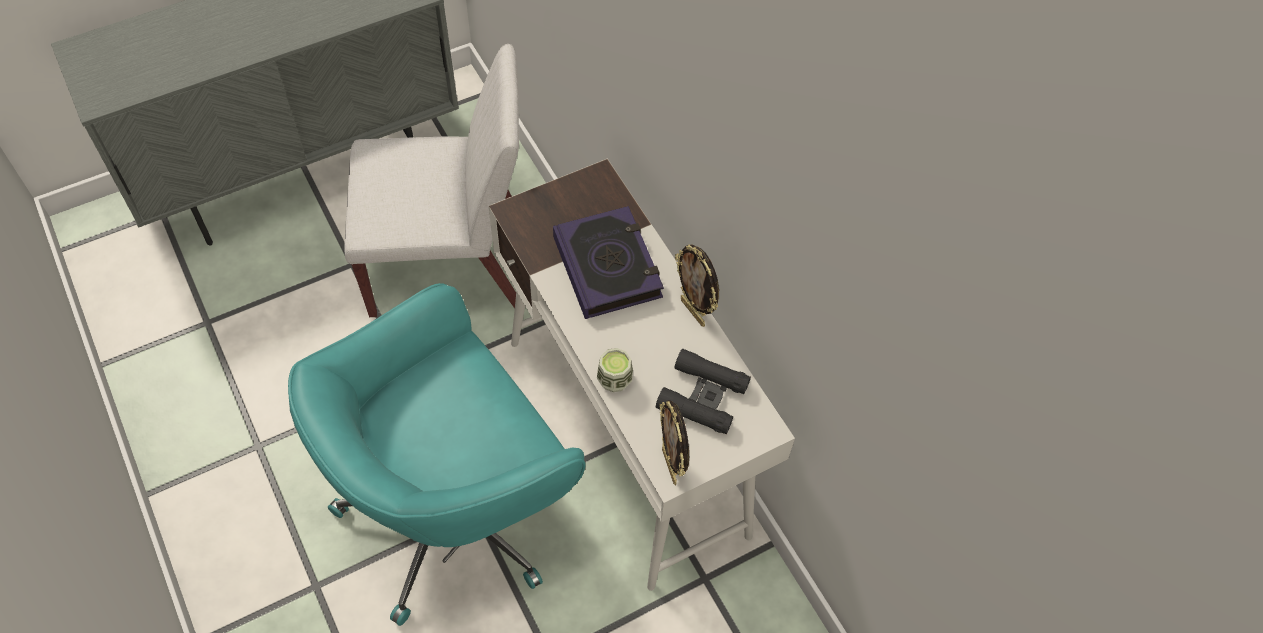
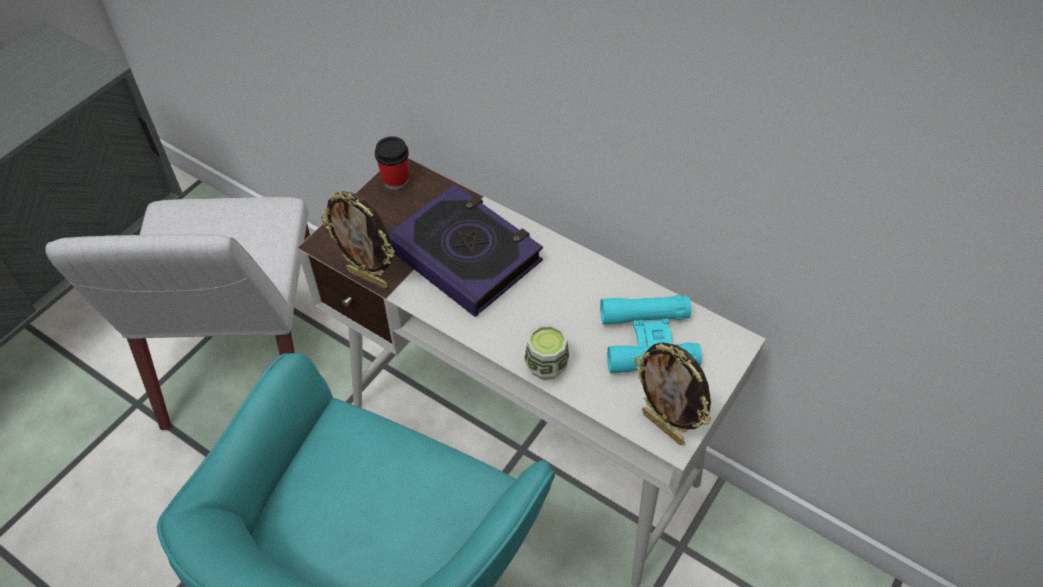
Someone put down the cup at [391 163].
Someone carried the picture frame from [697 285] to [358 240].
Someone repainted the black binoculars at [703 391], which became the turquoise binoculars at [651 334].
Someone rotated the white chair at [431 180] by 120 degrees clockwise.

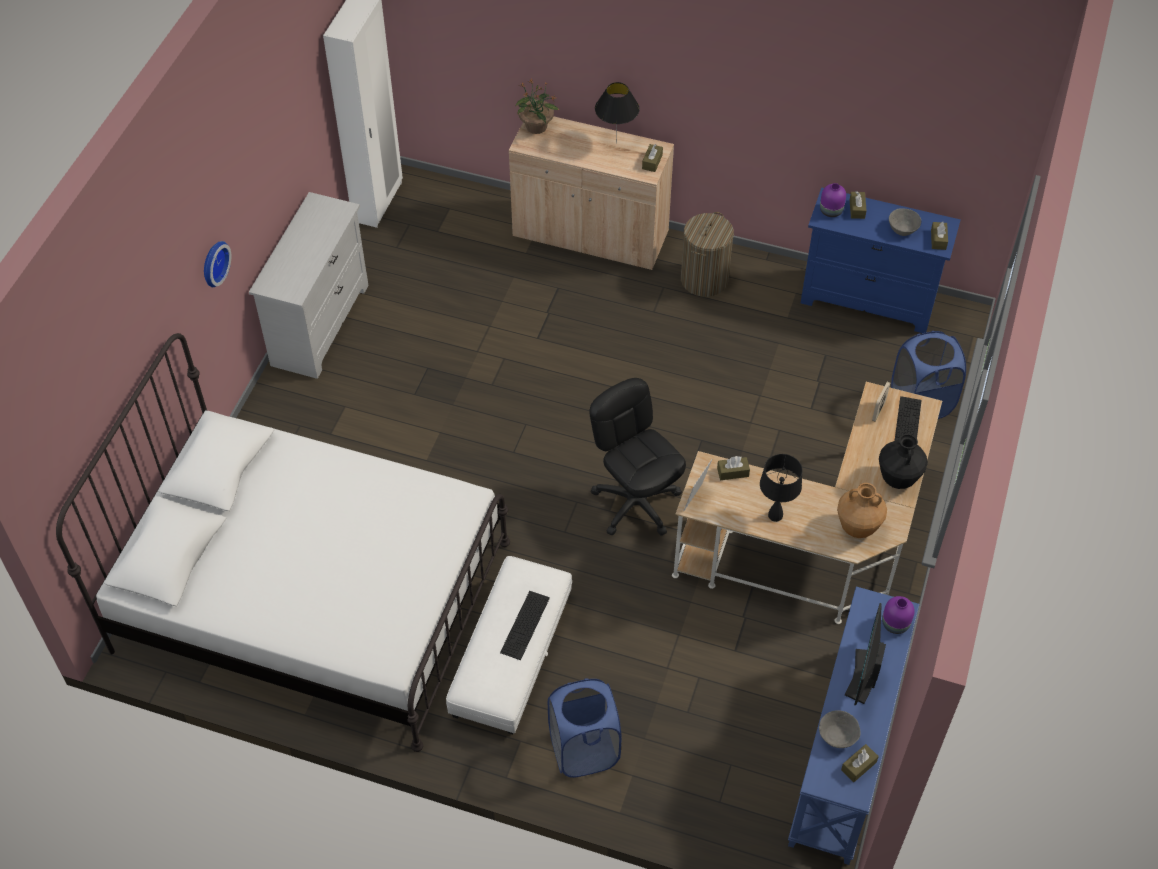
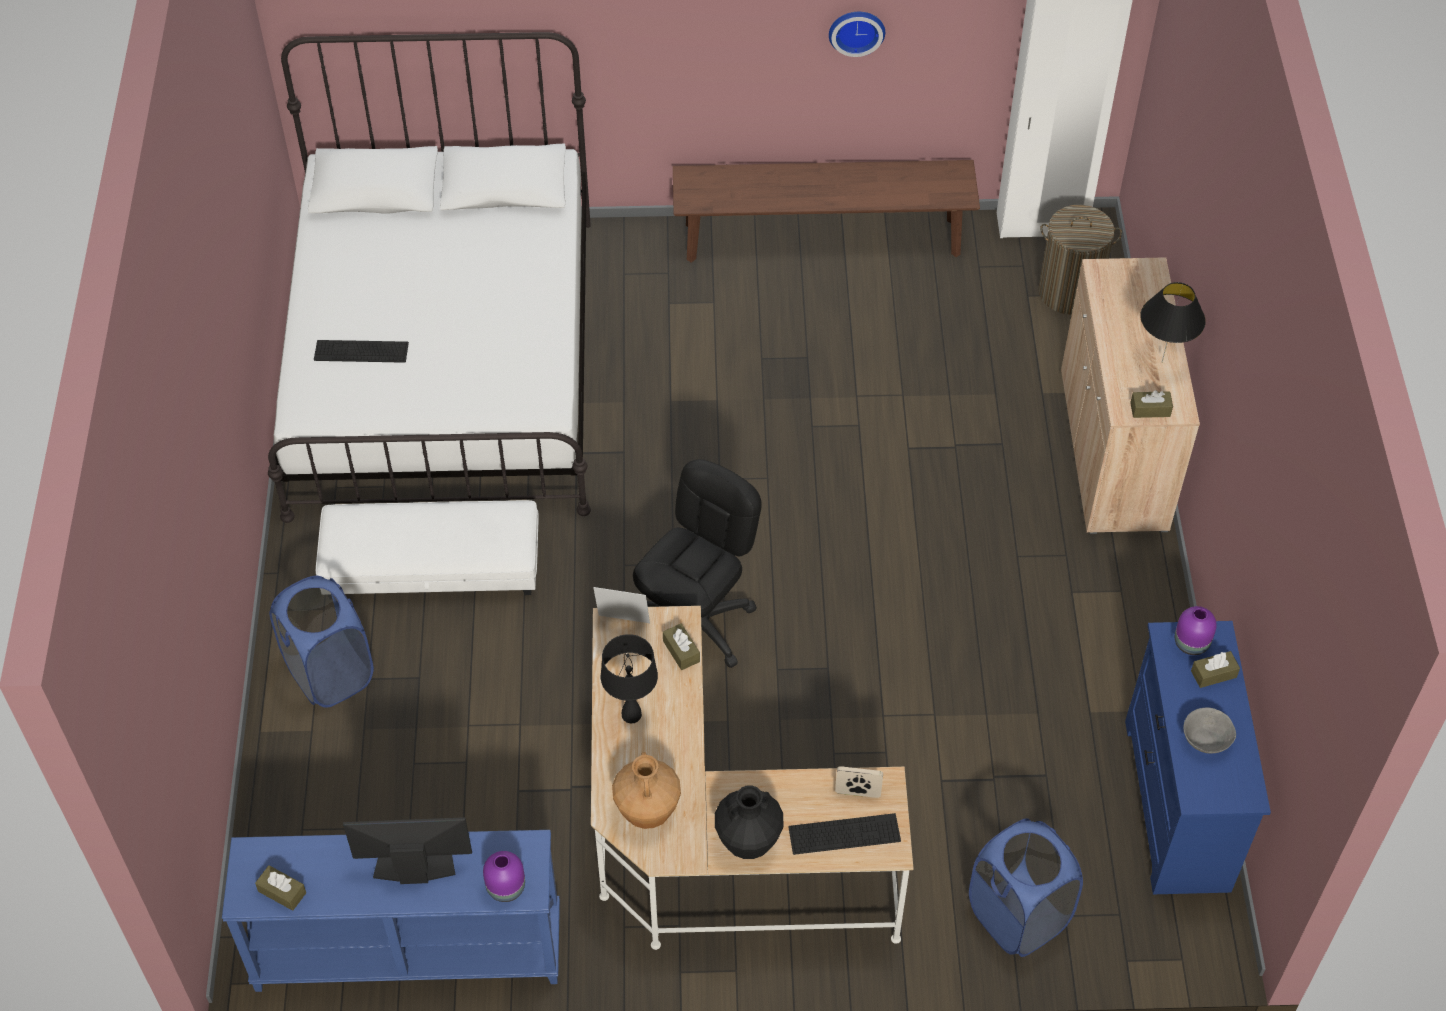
Someone took away the potted plant at [537 106].
Someone took away the grey bowl at [839 729].
Someone took away the brown tissue box at [939 236].
Someone carried the wall clock from [217 264] to [857 34].
Someone carried the keyboard from [525 625] to [361 351].
Someone carried the laundry basket from [707 254] to [1080 260].
Someone swapped the white dresser at [309 285] for the brown bench at [826 211].

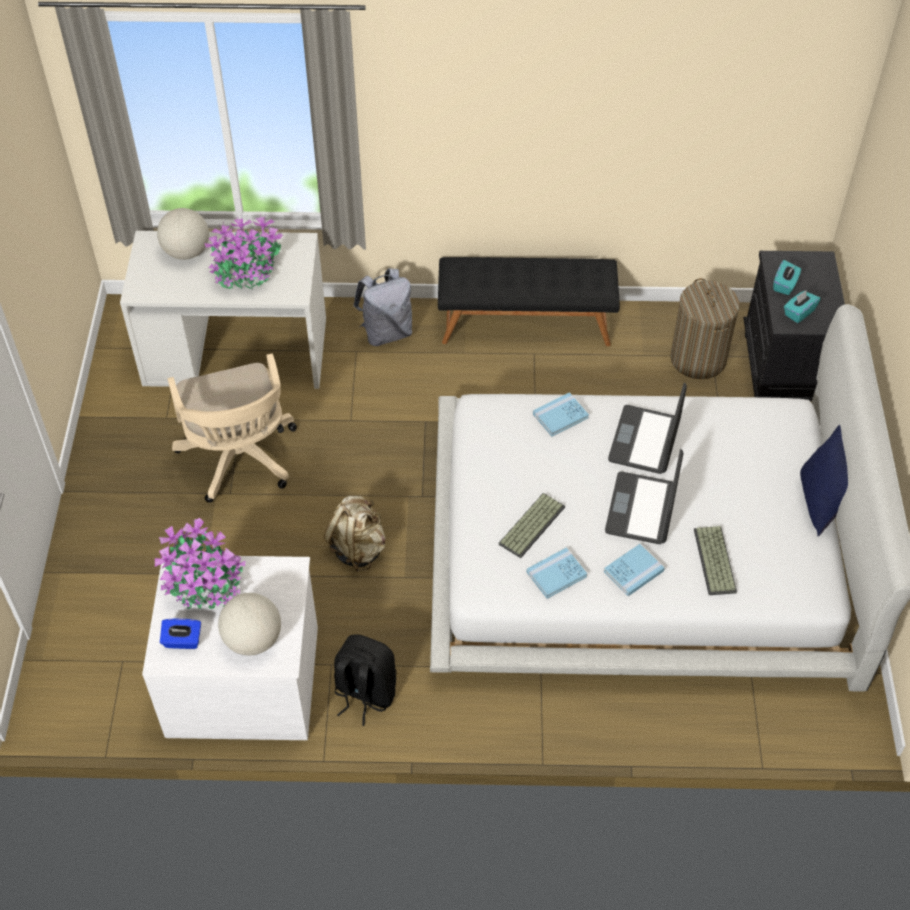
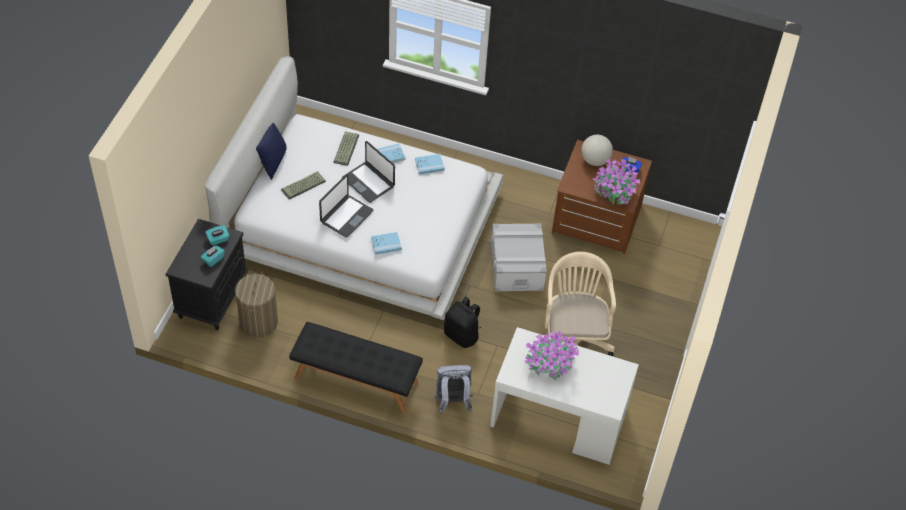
Someone took away the globe at [183 234].
Someone carried the black backpack from [365 680] to [462 322].
Someone carried the keyboard from [531 525] to [303 185].
Someone swapped the beige backpack at [355 534] for the grey storage box at [518 257].
Someone repainted the white dresser at [230 647], which became the brown dresser at [602 197].
Someone rotated the laptop at [644 496] by 105 degrees clockwise.

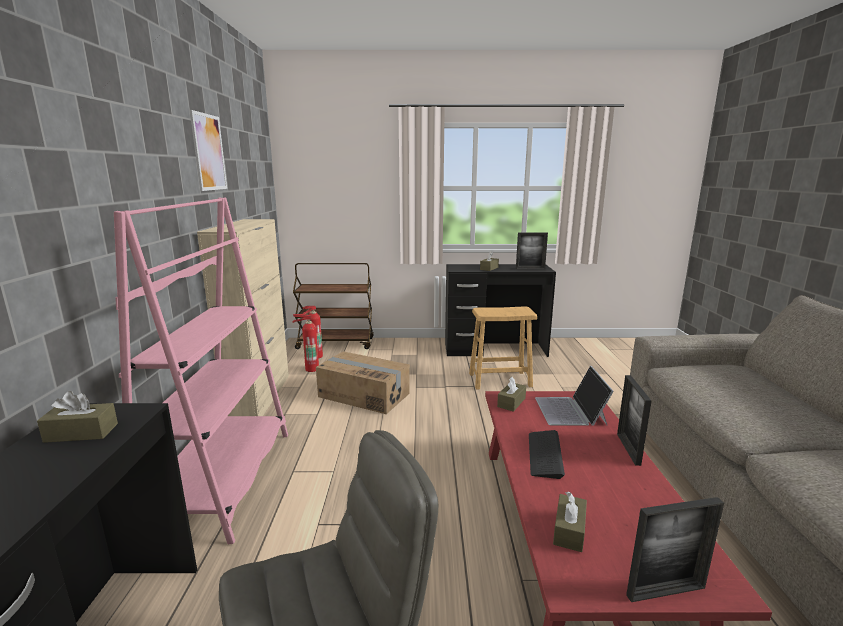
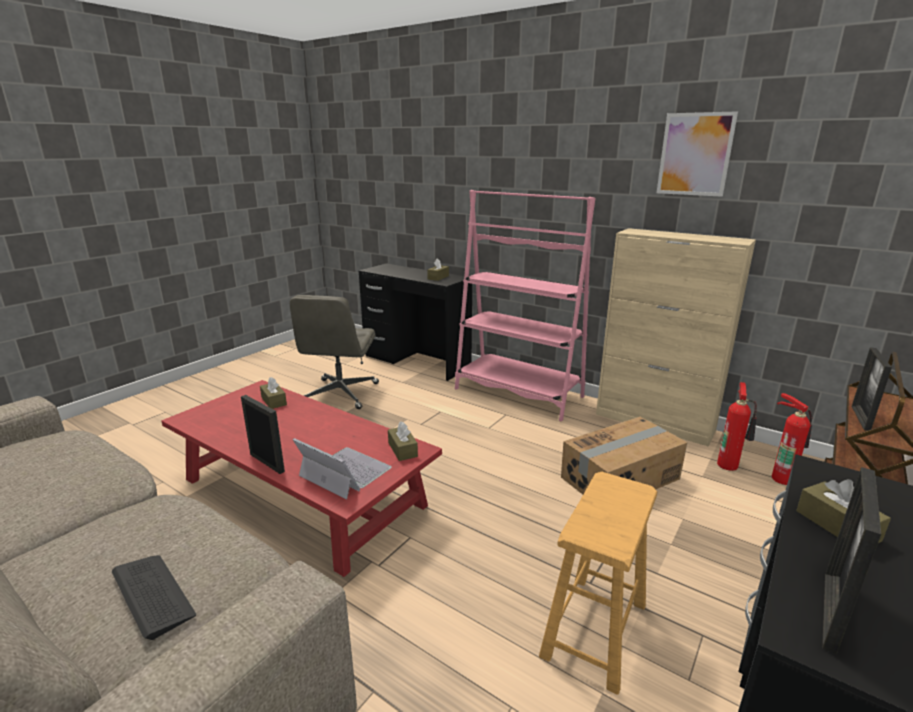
Someone carried the keyboard from [547 454] to [154 597].
Someone carried the picture frame from [675 549] to [872 389].

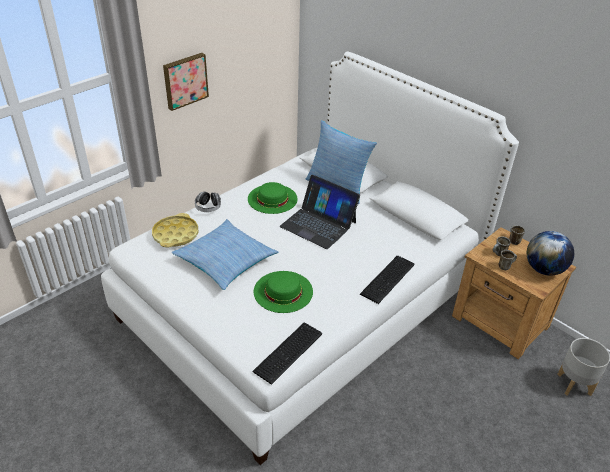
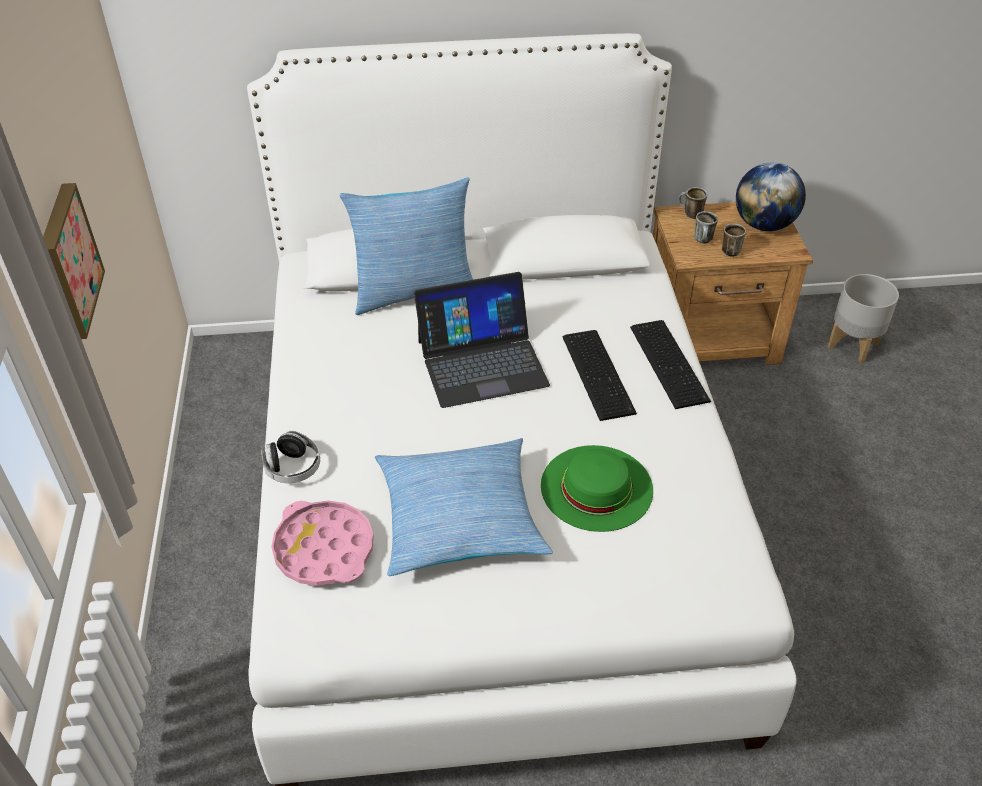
Someone took away the green hat at [273 198].
Someone carried the keyboard from [287 354] to [599 375].
Someone repainted the yellow tray at [175 230], which became the pink tray at [322 543].

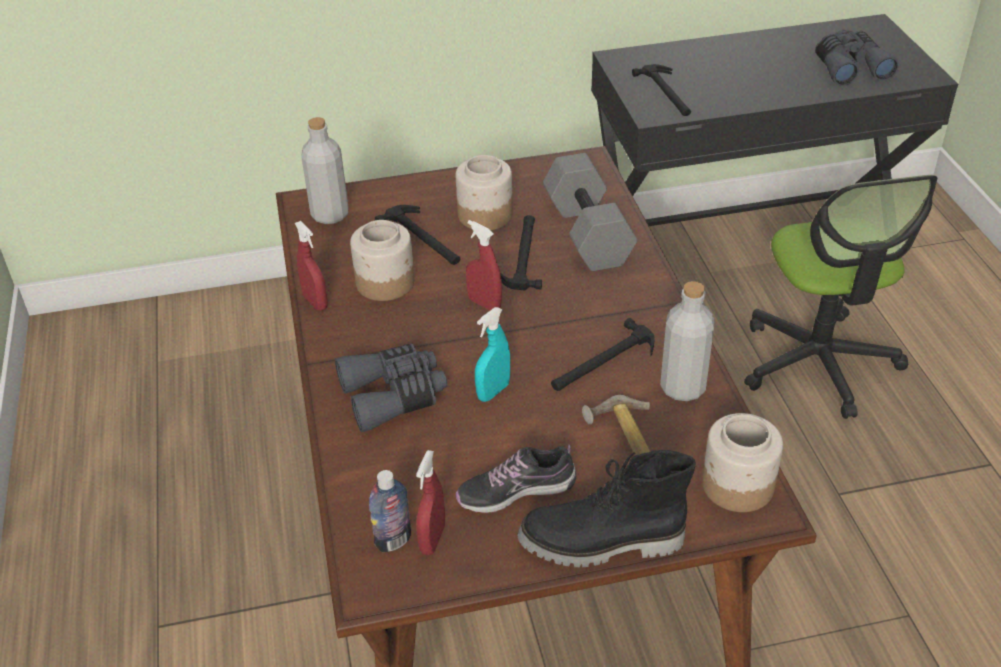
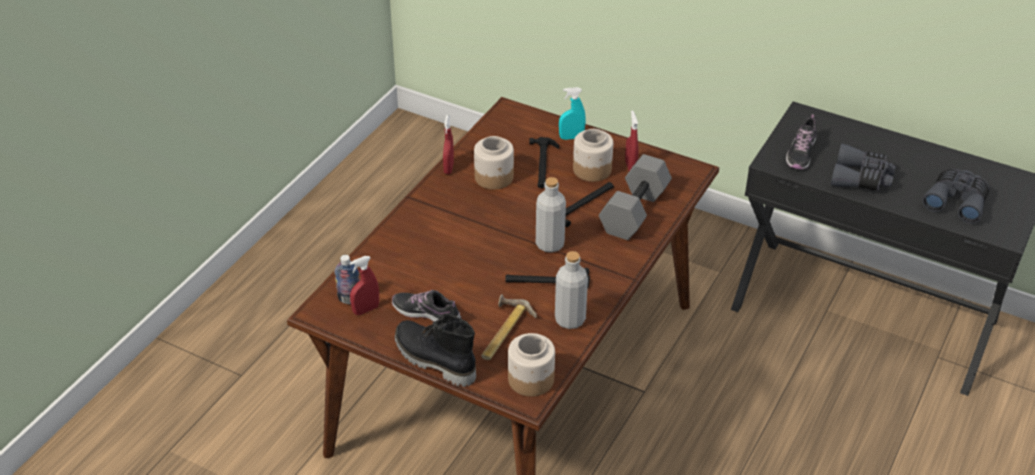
Someone took away the office chair at [841 297].
Someone carried the grey bottle from [324 170] to [551 215].
Someone carried the grey binoculars from [391 387] to [863 167].
Someone carried the red spray bottle from [484 265] to [631 141].
Someone carried the turquoise spray bottle from [492 354] to [572 113].
Someone swapped the hammer at [661 90] for the shoe at [801 141].

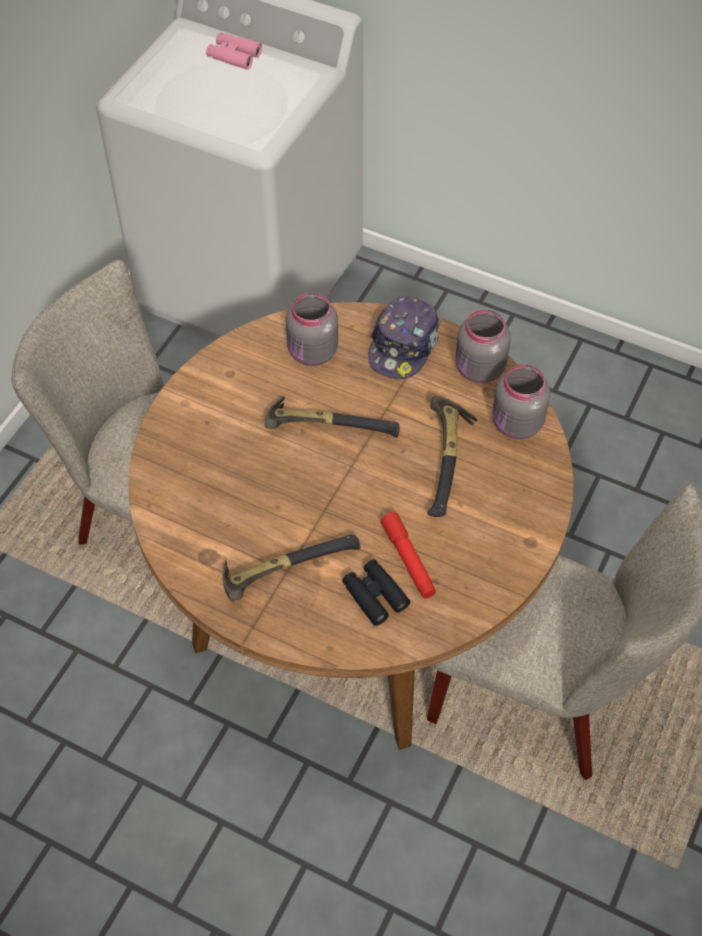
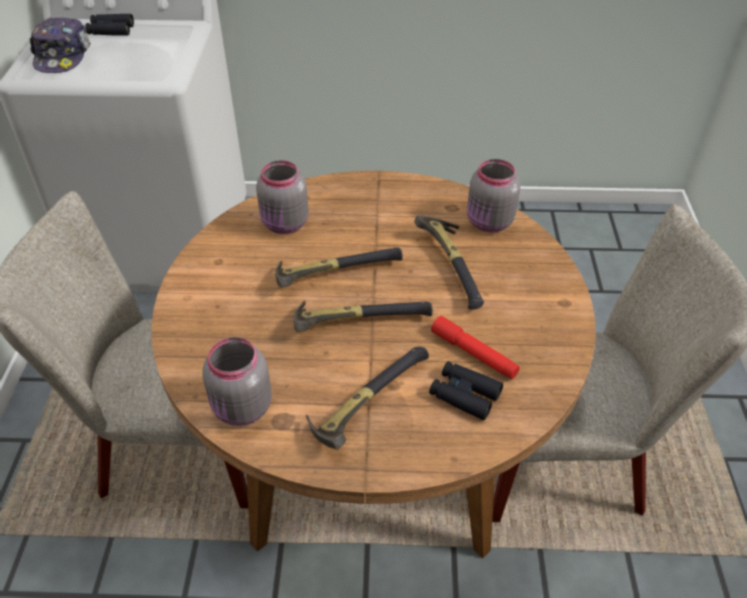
Someone put down the hammer at [363 316].
Someone carried the cap from [403 337] to [60 45].
Someone carried the grey jar from [483 346] to [237 381].
Someone repainted the pink binoculars at [234 51], which became the black binoculars at [109 25].

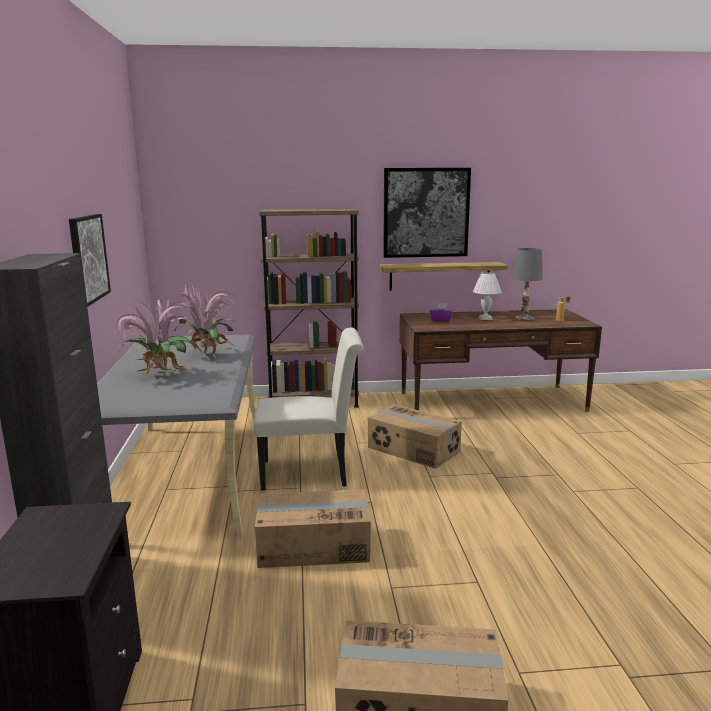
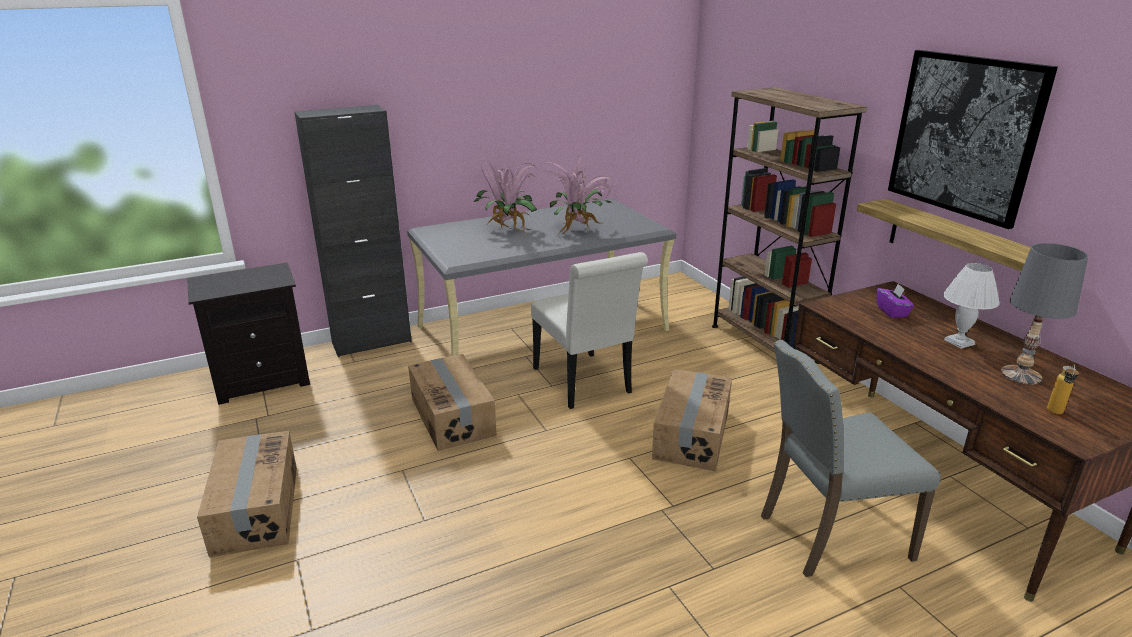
Someone took away the picture at [90 260].
Someone put down the grey chair at [851 458].

